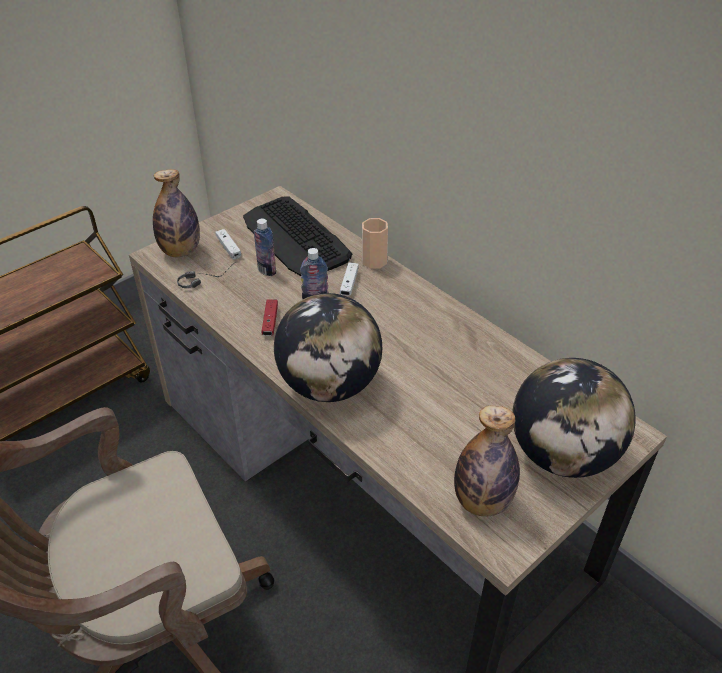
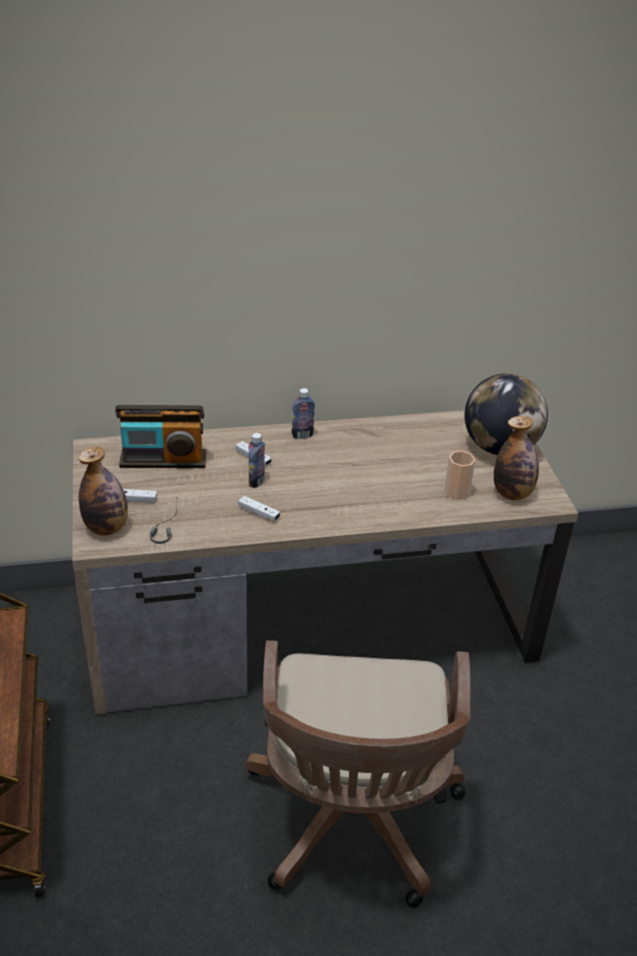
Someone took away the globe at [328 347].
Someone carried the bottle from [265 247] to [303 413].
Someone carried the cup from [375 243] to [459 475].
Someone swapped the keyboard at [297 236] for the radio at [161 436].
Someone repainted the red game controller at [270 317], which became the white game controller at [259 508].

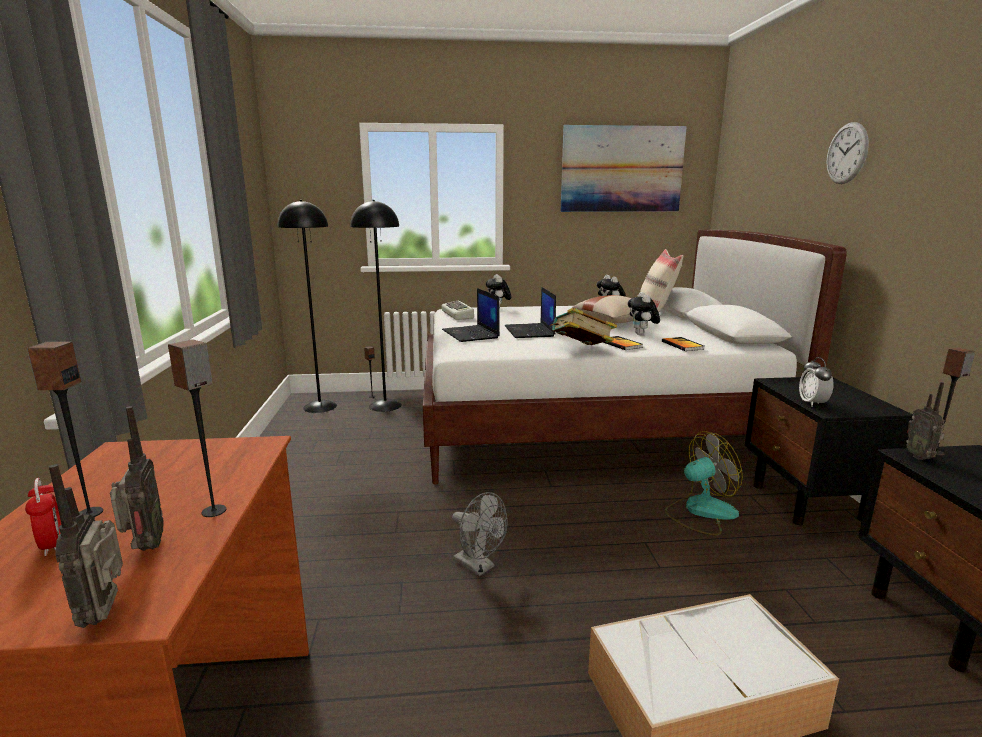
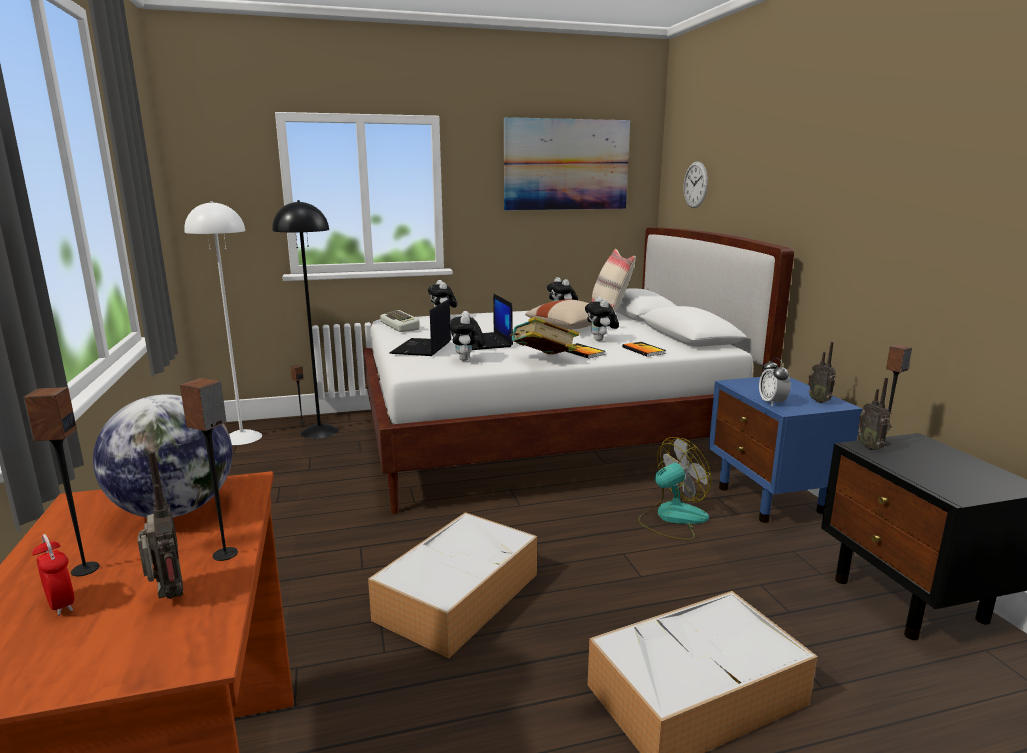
Someone put down the globe at [162 456].
Someone put down the plush toy at [467 336].
Someone carried the radio from [86 546] to [822 372].
Someone carried the wall clock from [847 153] to [695 184].
Someone swapped the grey fan at [480 534] for the storage box at [452 585].
Someone repainted the black floor lamp at [307 306], which became the white floor lamp at [223 323].
Someone repainted the black nightstand at [829 451], which became the blue nightstand at [785 450].
Someone rotated the laptop at [471 315] by 45 degrees clockwise.

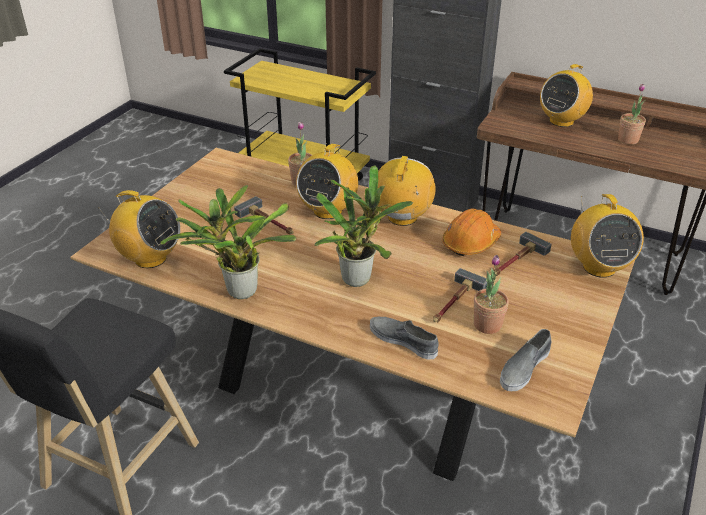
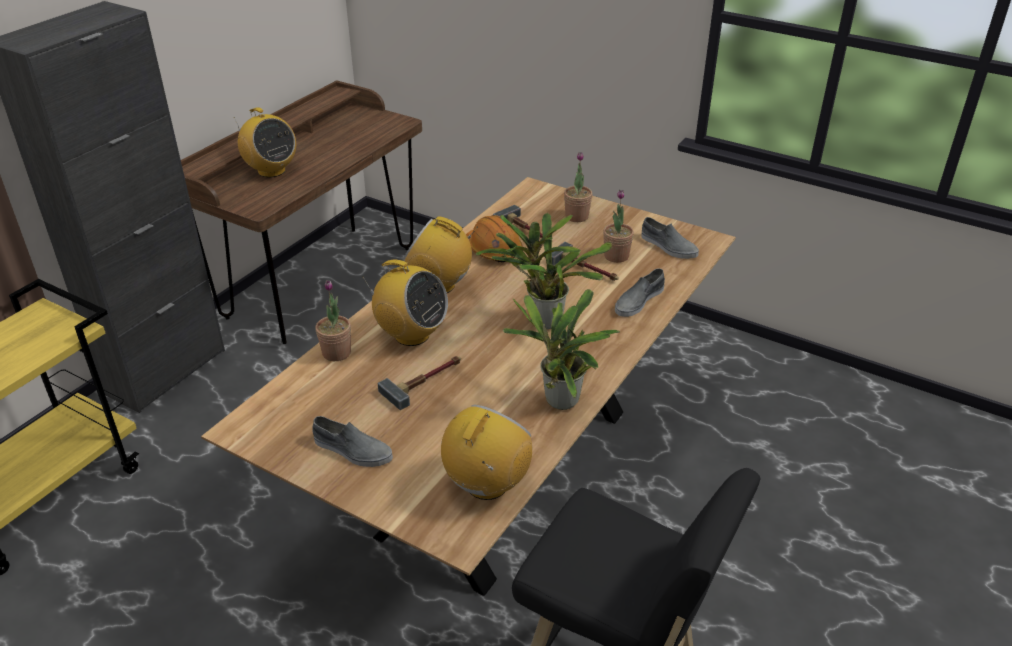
Someone took away the radio at [607 236].
Someone put down the grey shoe at [353 441].
Someone carried the potted plant from [632 114] to [578 187].

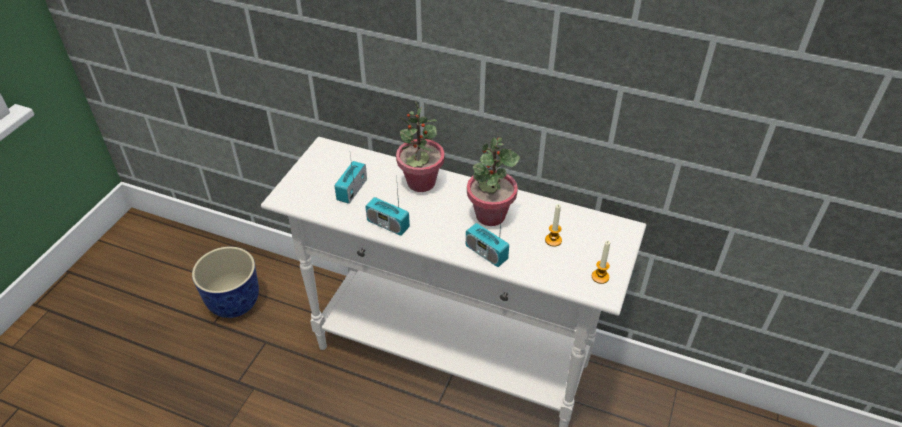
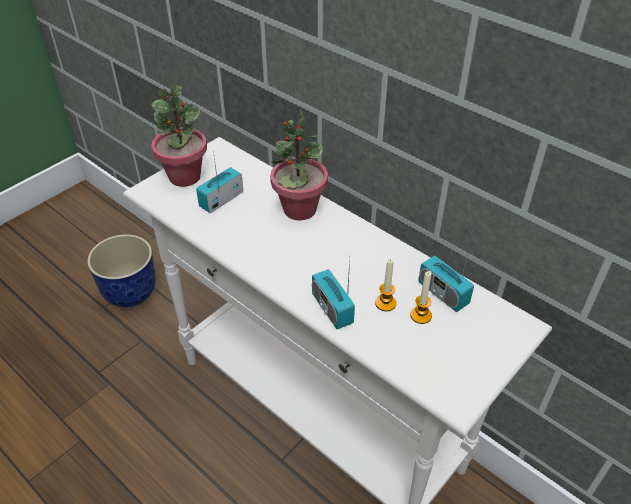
Someone carried the radio from [387 206] to [446 274].
Someone carried the potted plant from [493 181] to [179 136].
Someone carried the candle from [601 262] to [385 285].

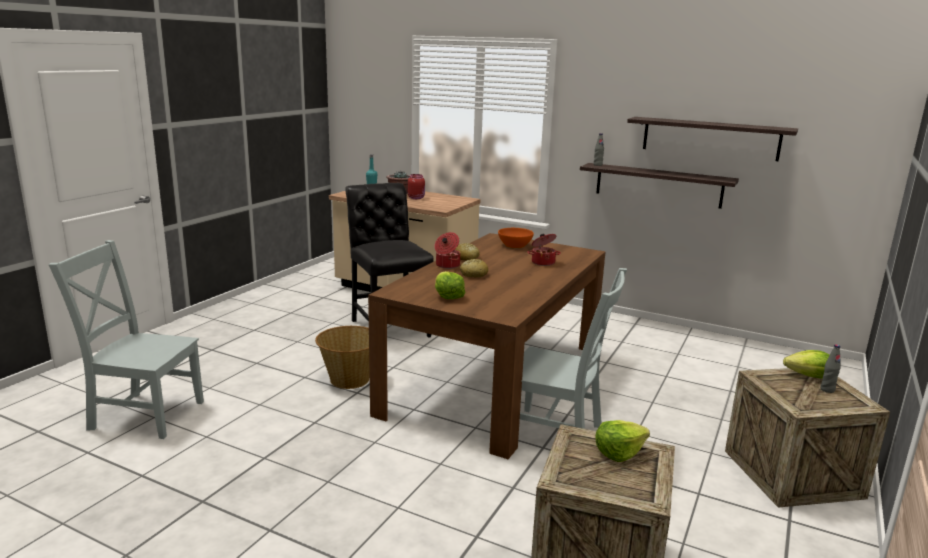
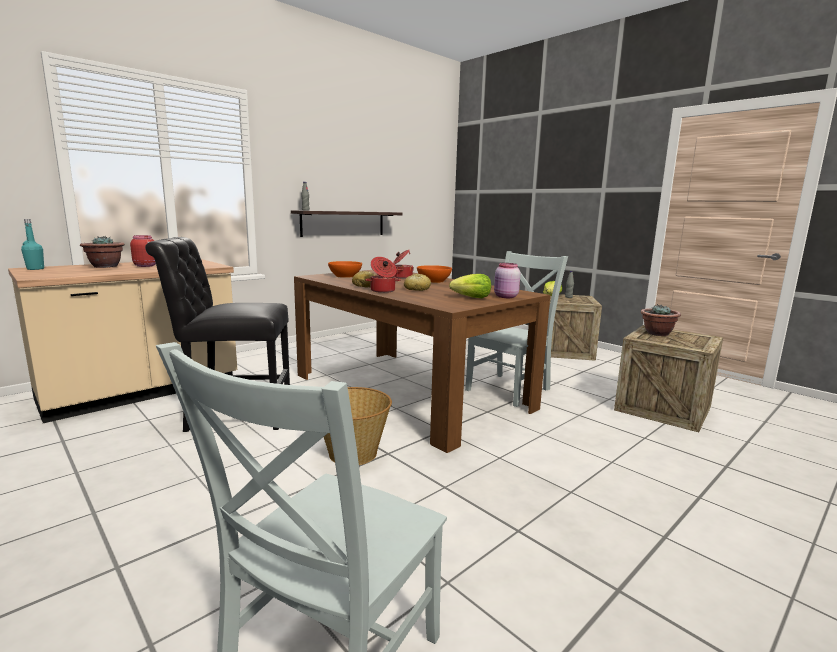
Someone took away the shelf at [712 139].
Someone put down the orange bowl at [434 274].
Someone put down the pink jar at [507 280].
Someone swapped the lettuce at [622 441] for the potted plant at [661 320].

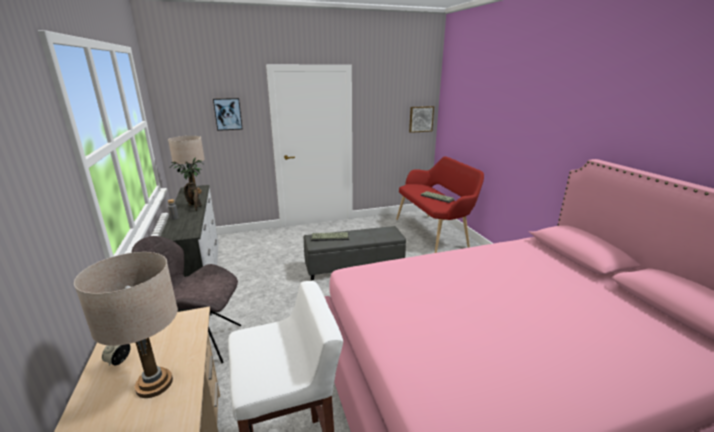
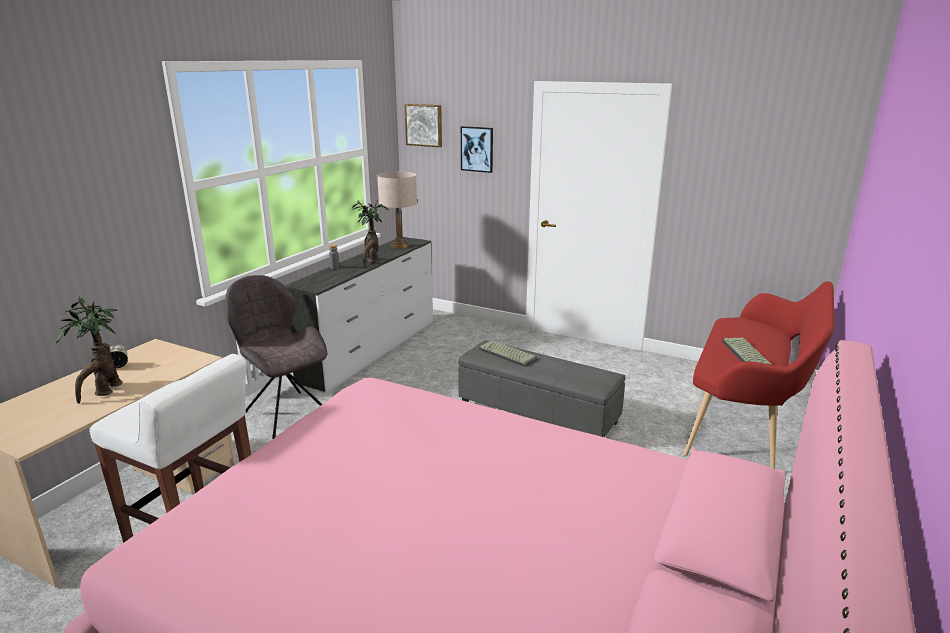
Someone carried the picture from [421 119] to [423 125].
Someone swapped the beige table lamp at [126 325] for the potted plant at [89 350].

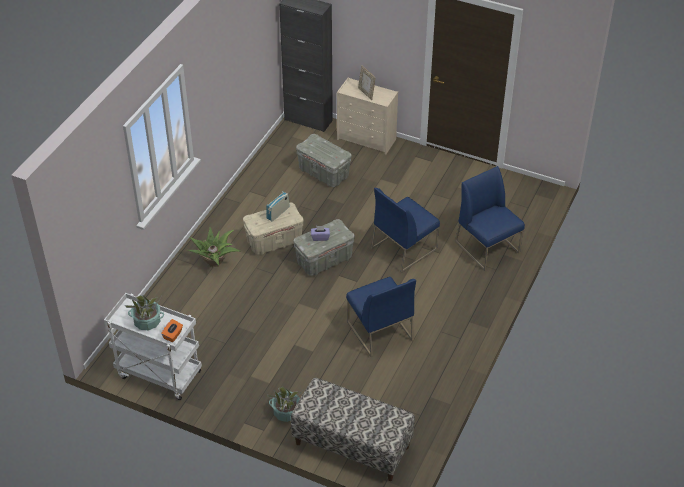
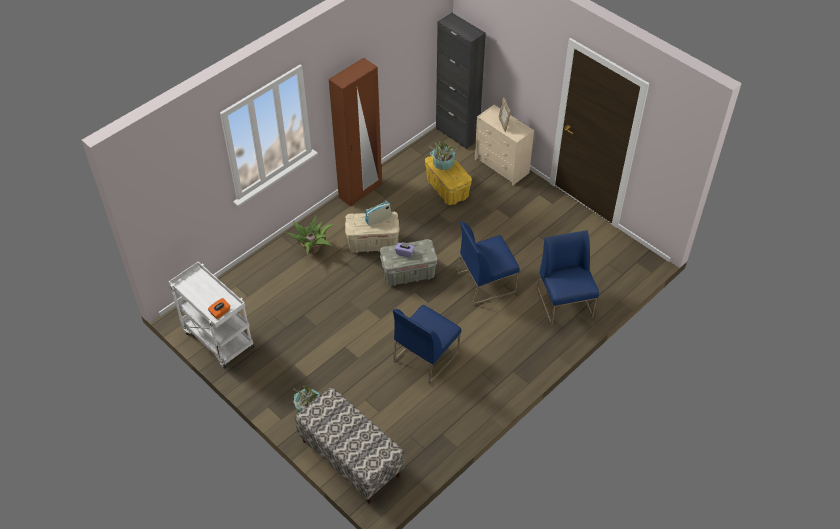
Someone put down the brown wardrobe at [355 132].
Someone carried the potted plant from [144 312] to [444 155].
Someone repainted the grey storage box at [324 160], which became the yellow storage box at [448 180].
Someone rotated the blue chair at [381 317] by 45 degrees clockwise.

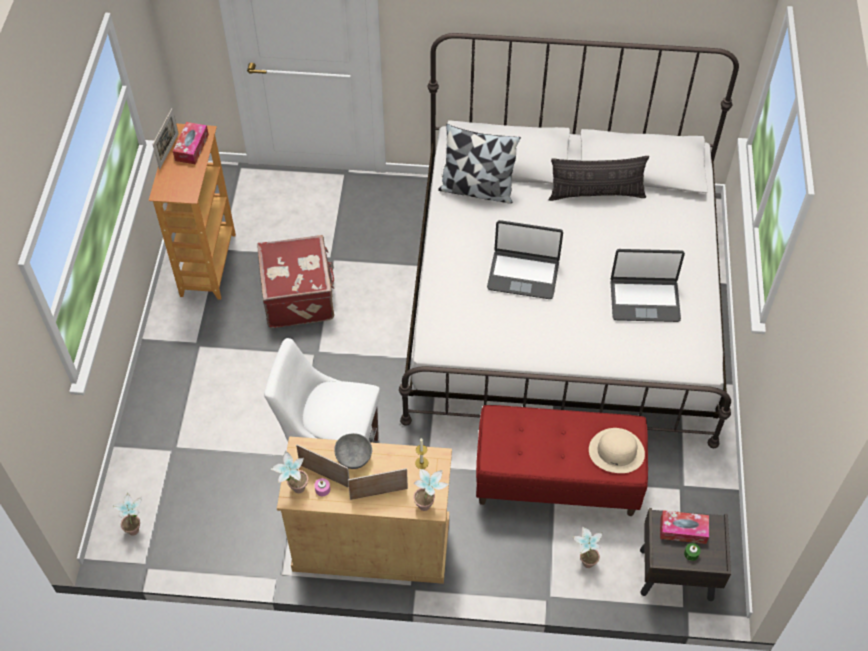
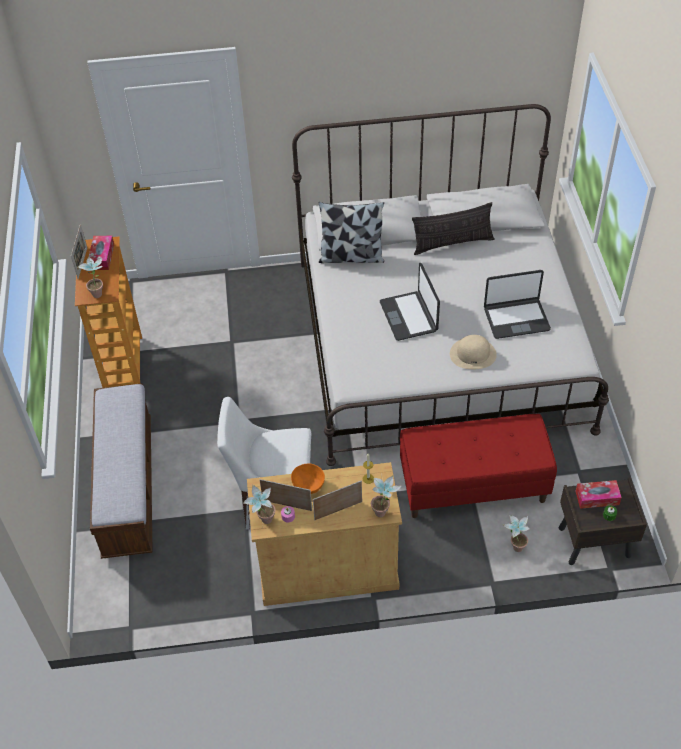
Someone took away the red suitcase at [296 281].
Someone put down the bench at [121 471].
Someone carried the potted plant from [127 514] to [90 277].
Someone carried the beige hat from [617 450] to [473 352].
Someone repainted the grey bowl at [353 451], which became the orange bowl at [308 478].
Someone rotated the laptop at [525 259] by 75 degrees clockwise.

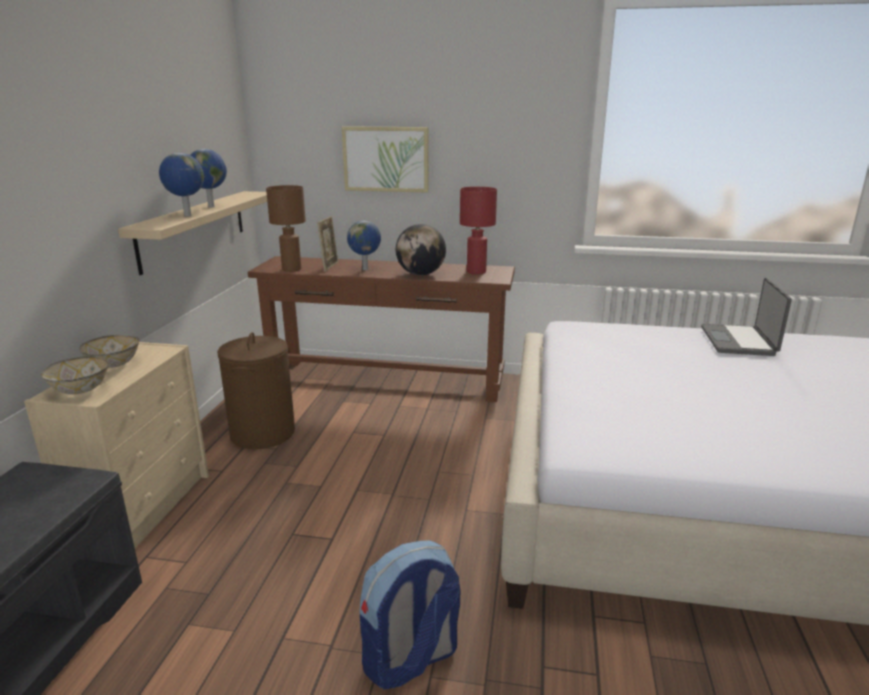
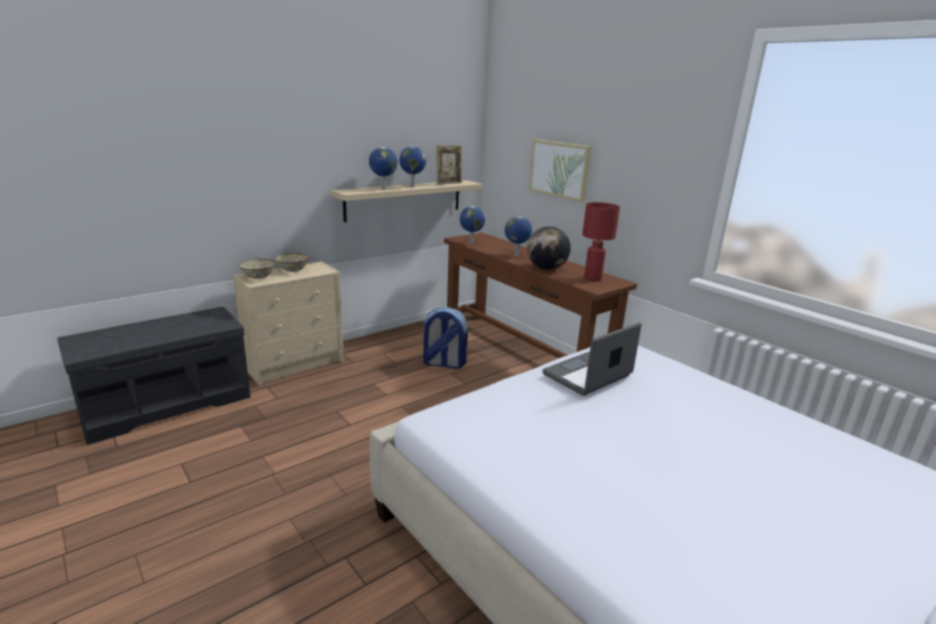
Someone took away the brown laundry basket at [256 390].
Someone carried the picture frame from [327 244] to [449 165].
Someone carried the backpack from [409 615] to [445 338].
Someone carried the laptop from [746 317] to [592 359].
Someone swapped the brown table lamp at [286 228] for the globe at [472 225].

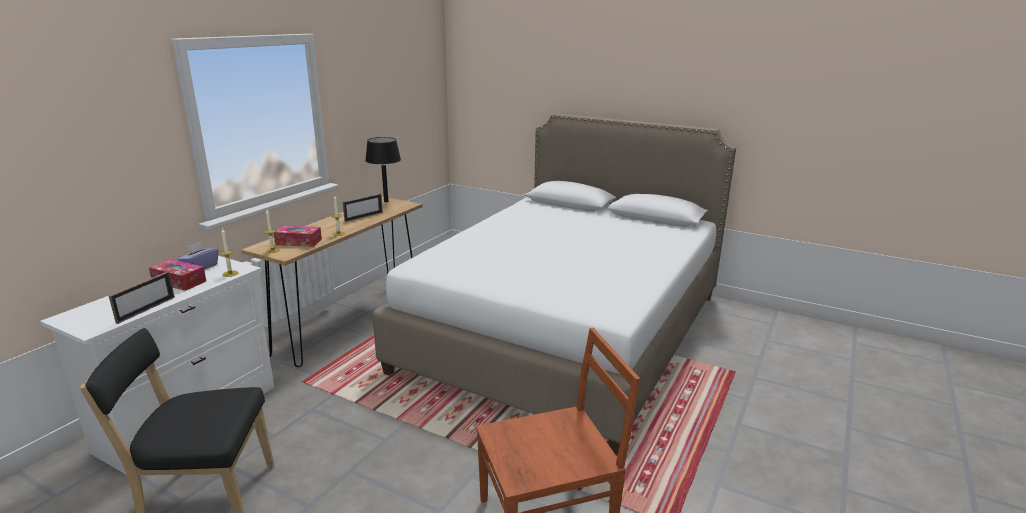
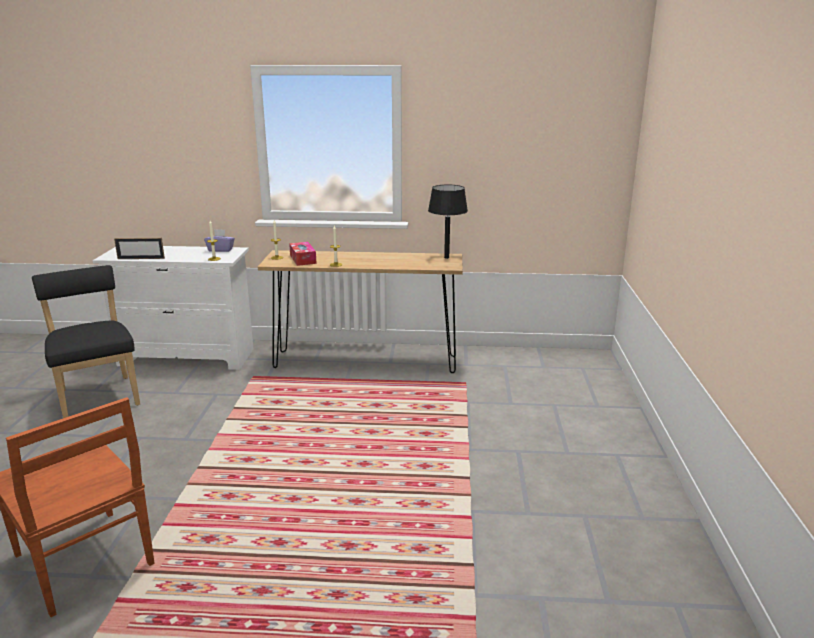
Someone took away the tissue box at [177 275].
Someone took away the picture frame at [363 208].
Someone took away the white bed at [554 285].

